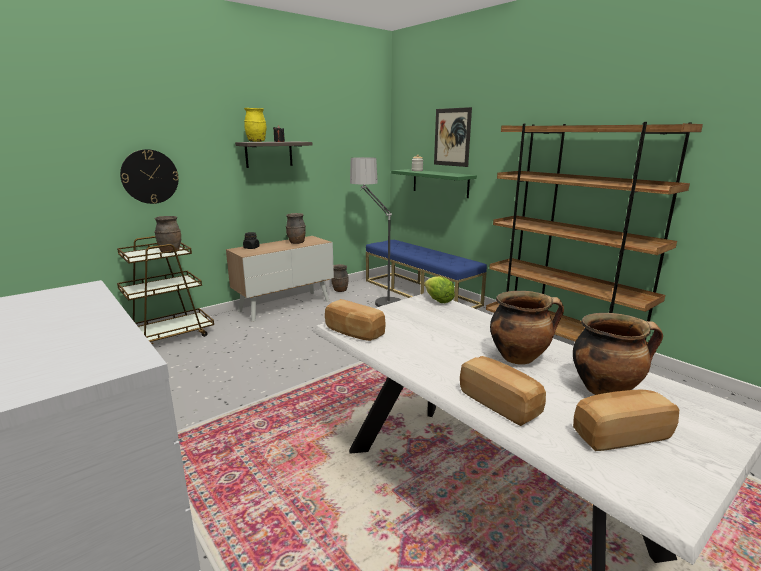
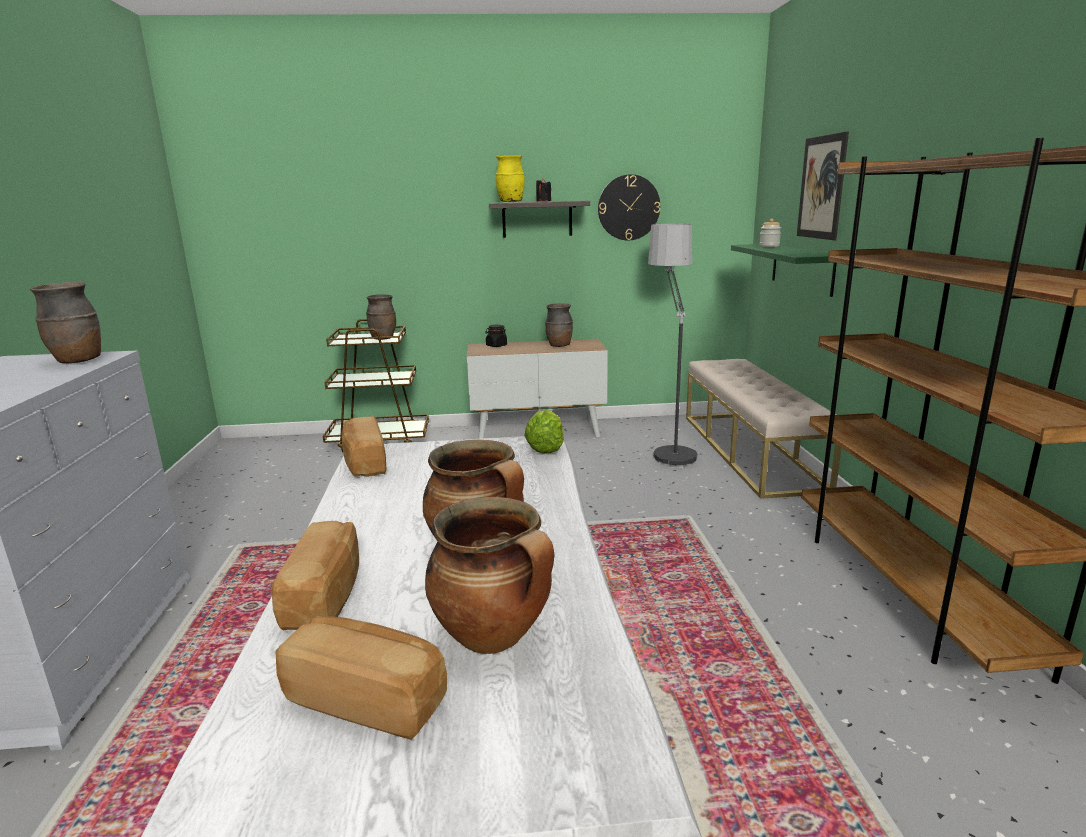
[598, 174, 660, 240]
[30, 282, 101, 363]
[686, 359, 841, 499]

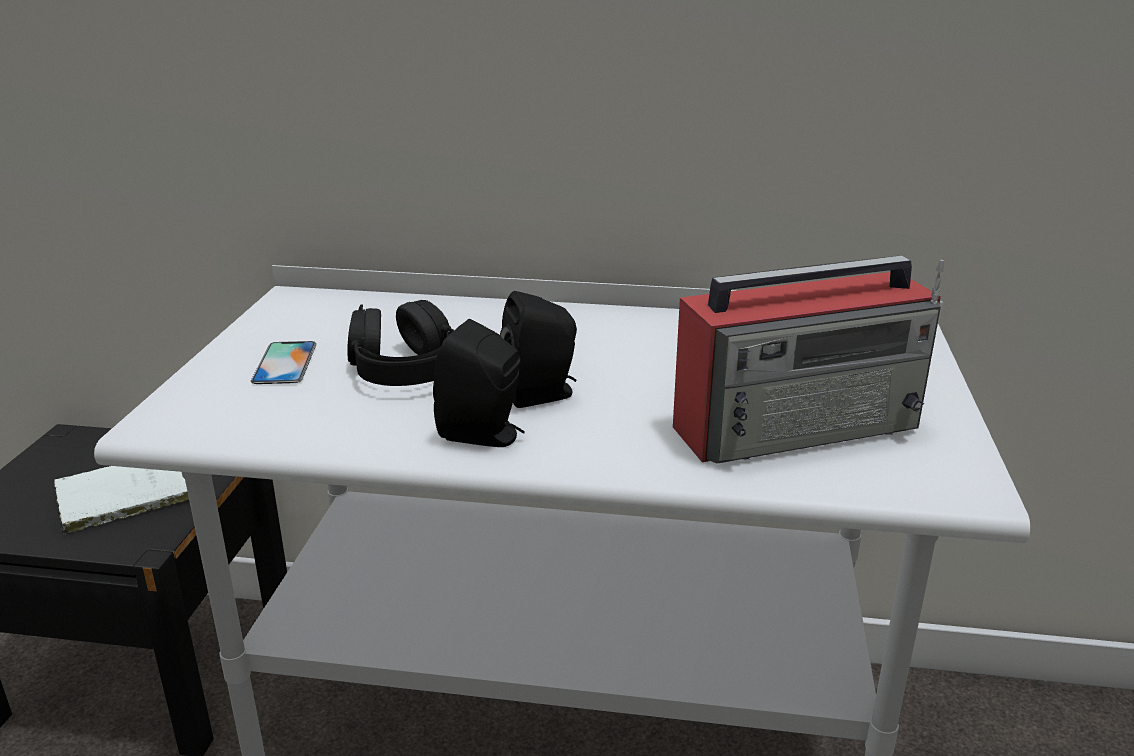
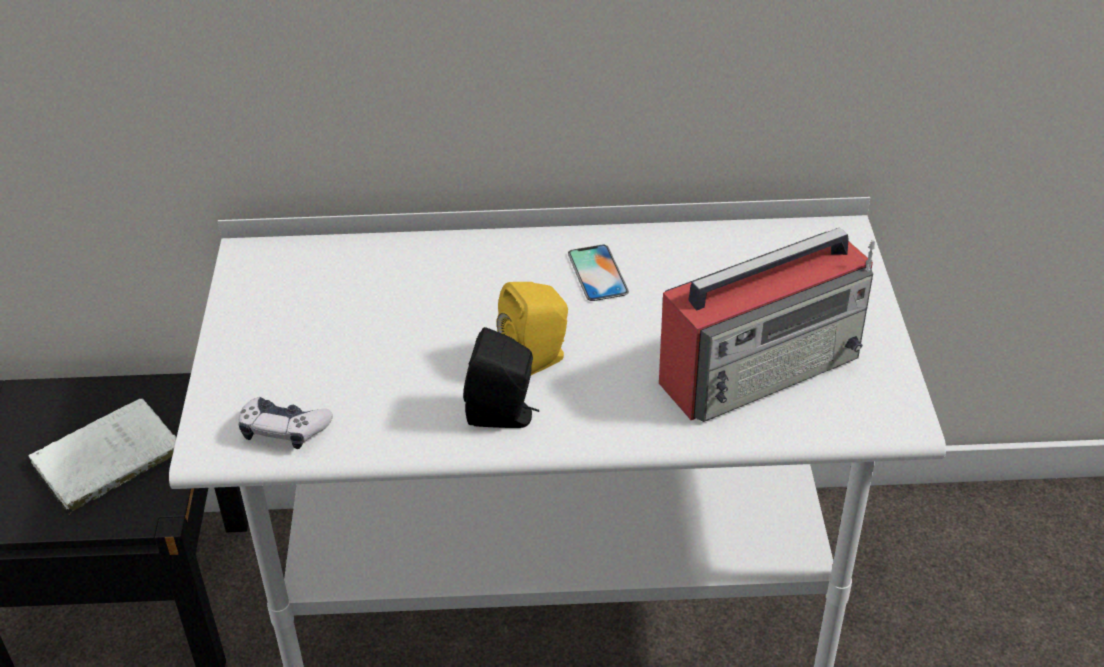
[568, 244, 629, 301]
[347, 300, 454, 386] (first image)
[497, 282, 568, 375]
[238, 397, 333, 449]

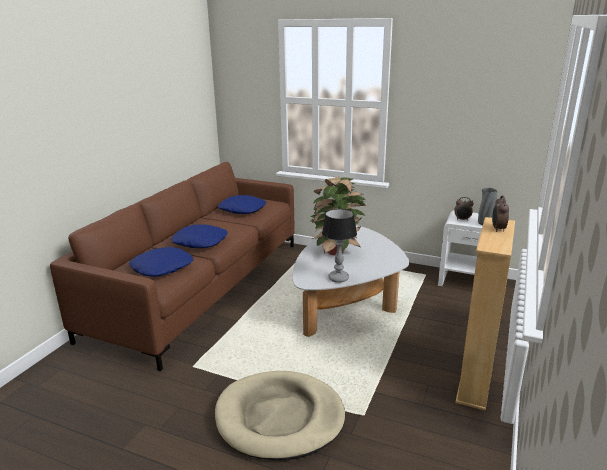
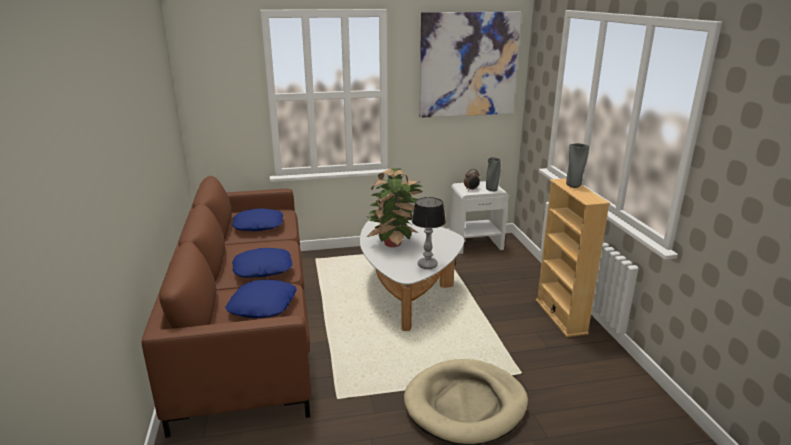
[566, 143, 589, 188]
[419, 12, 521, 118]

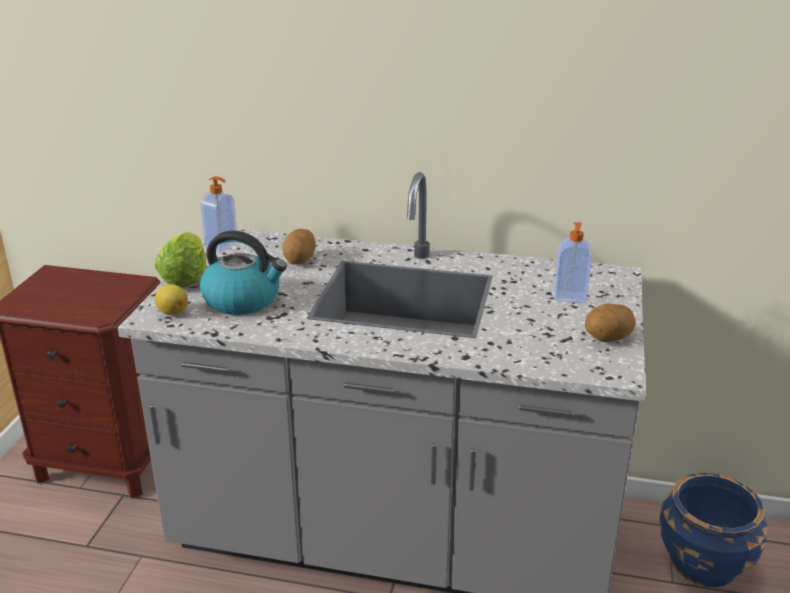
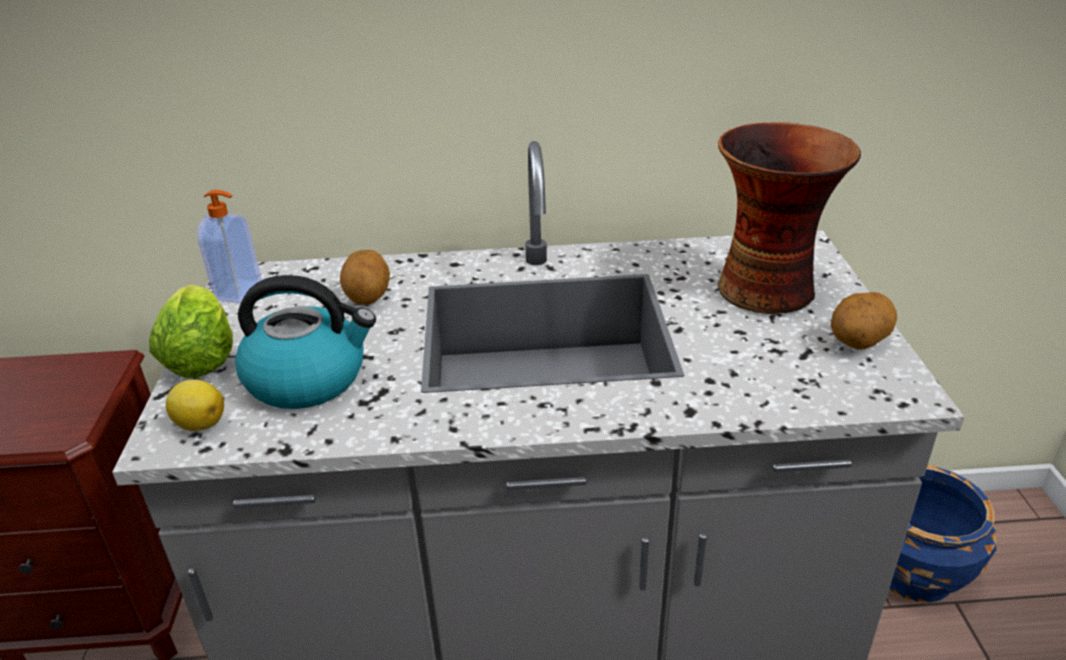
[718, 122, 861, 314]

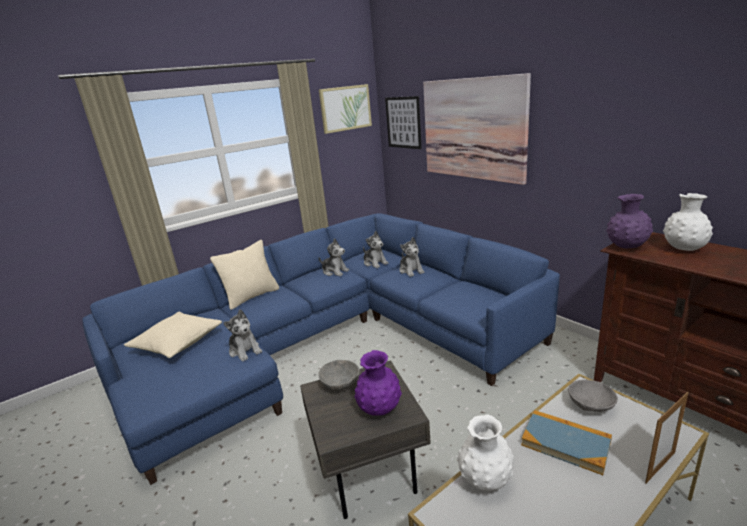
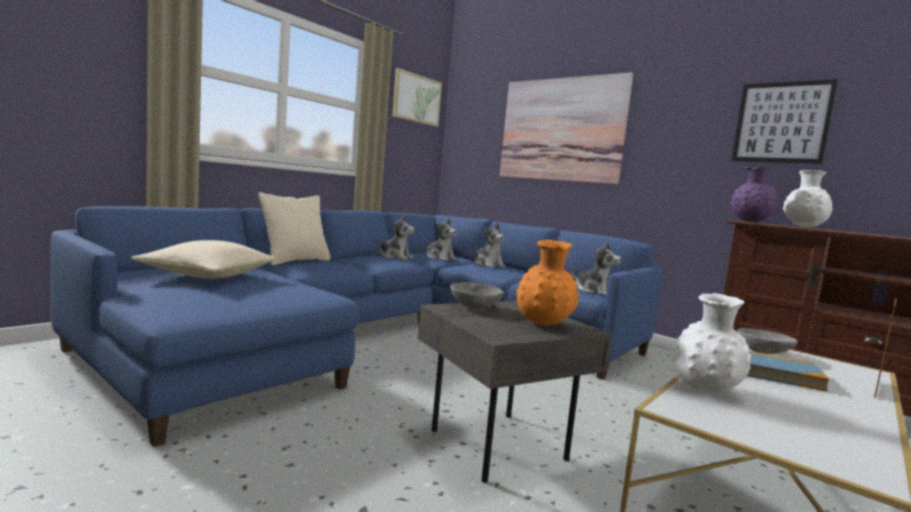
[572, 241, 622, 295]
[516, 240, 579, 325]
[732, 79, 838, 164]

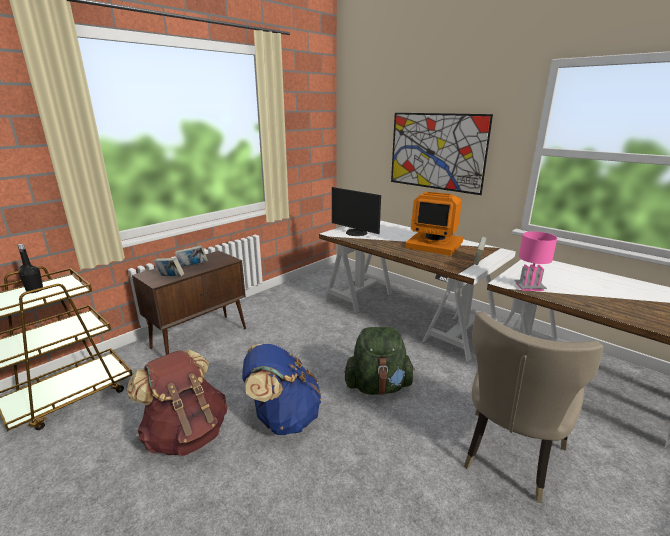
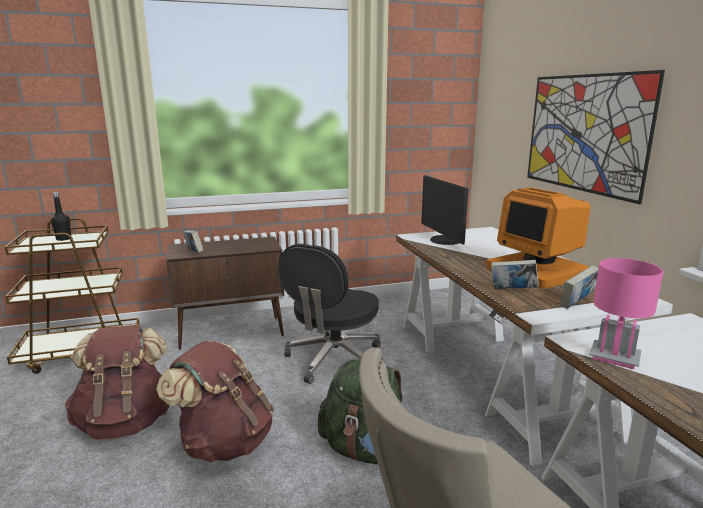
[491, 260, 539, 289]
[156, 341, 274, 463]
[278, 244, 381, 384]

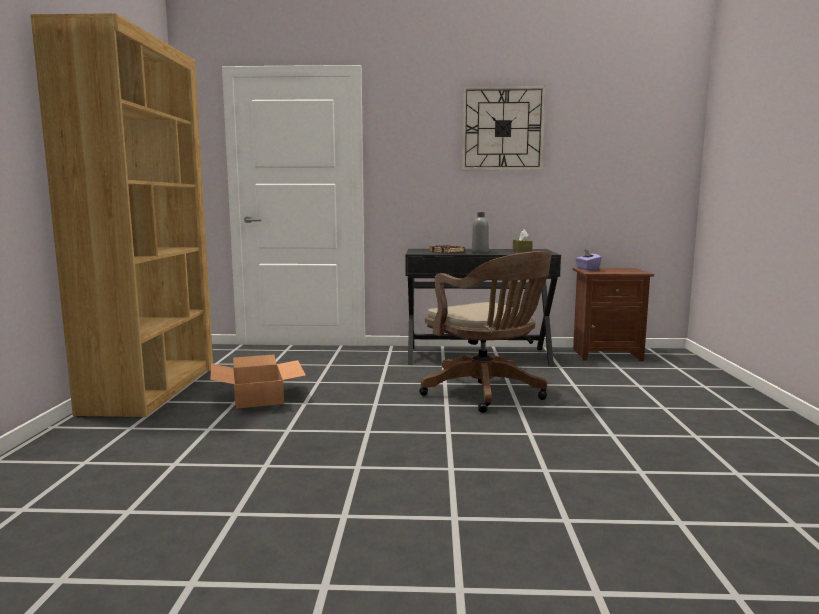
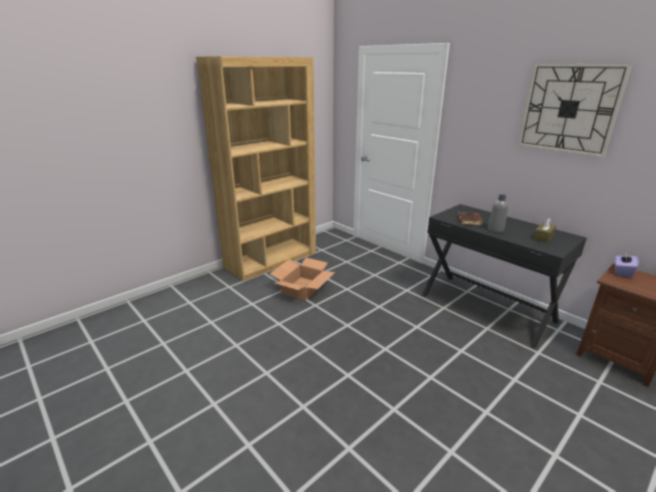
[419, 251, 551, 413] (first image)

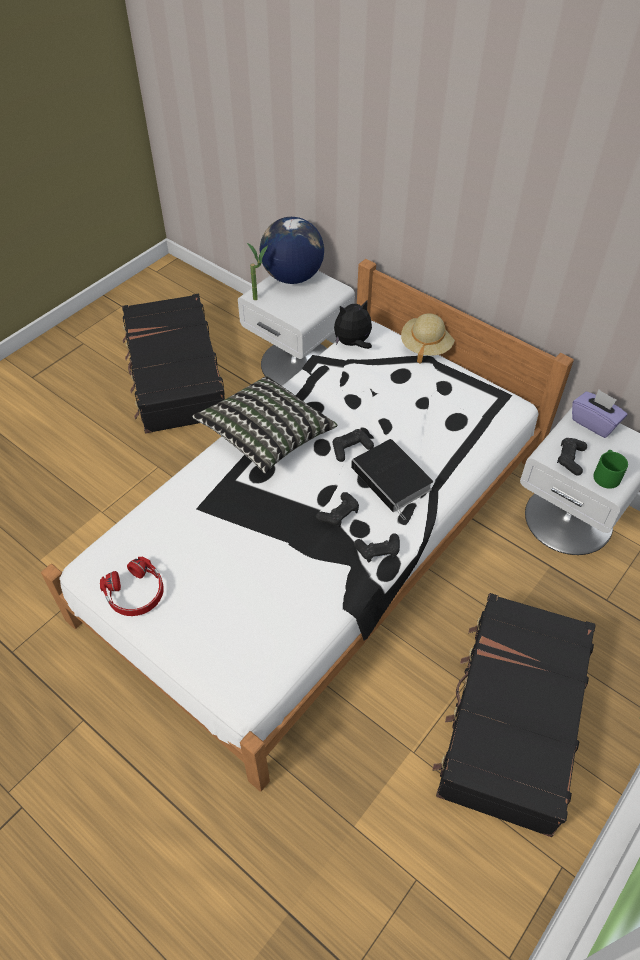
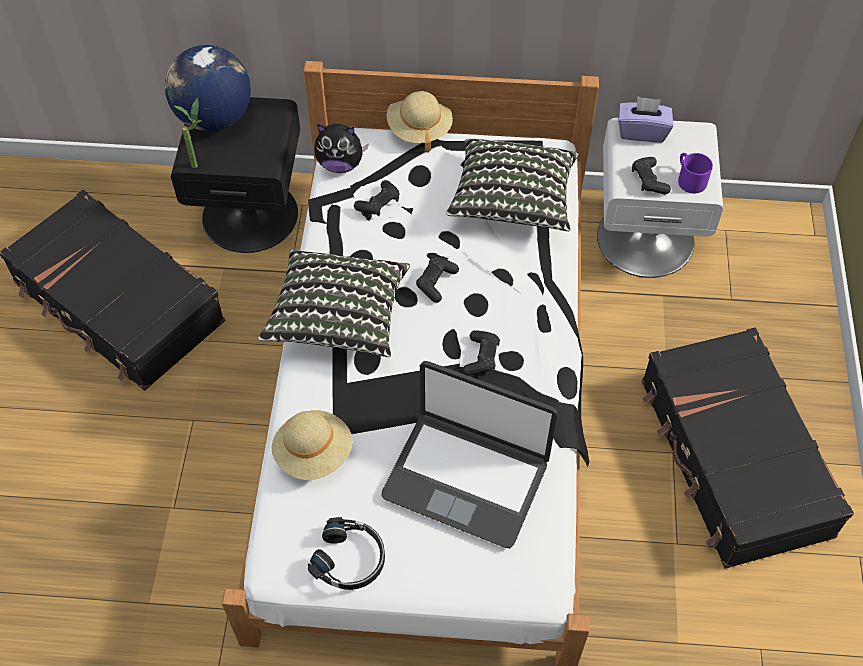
[308, 517, 385, 590]
[171, 97, 300, 253]
[314, 123, 369, 173]
[351, 439, 433, 520] (first image)
[354, 180, 399, 216]
[678, 153, 713, 194]
[272, 410, 353, 480]
[381, 361, 557, 548]
[446, 139, 579, 232]

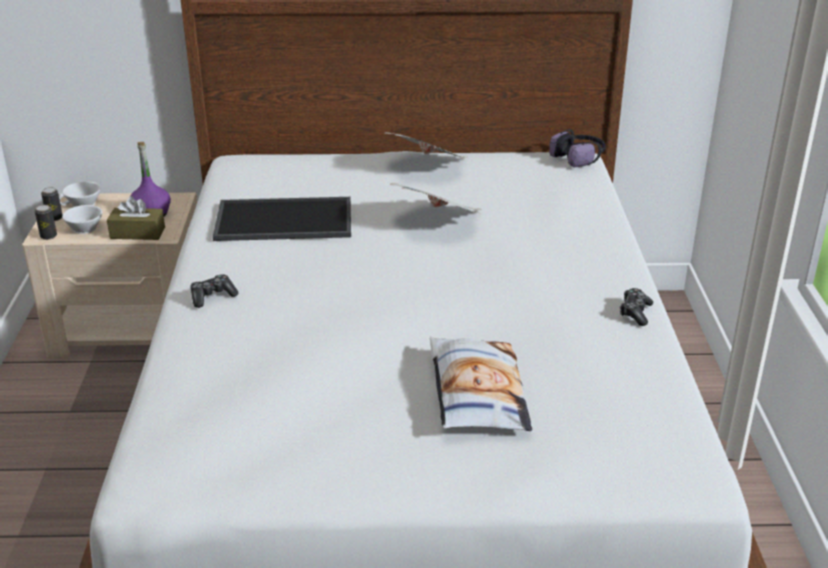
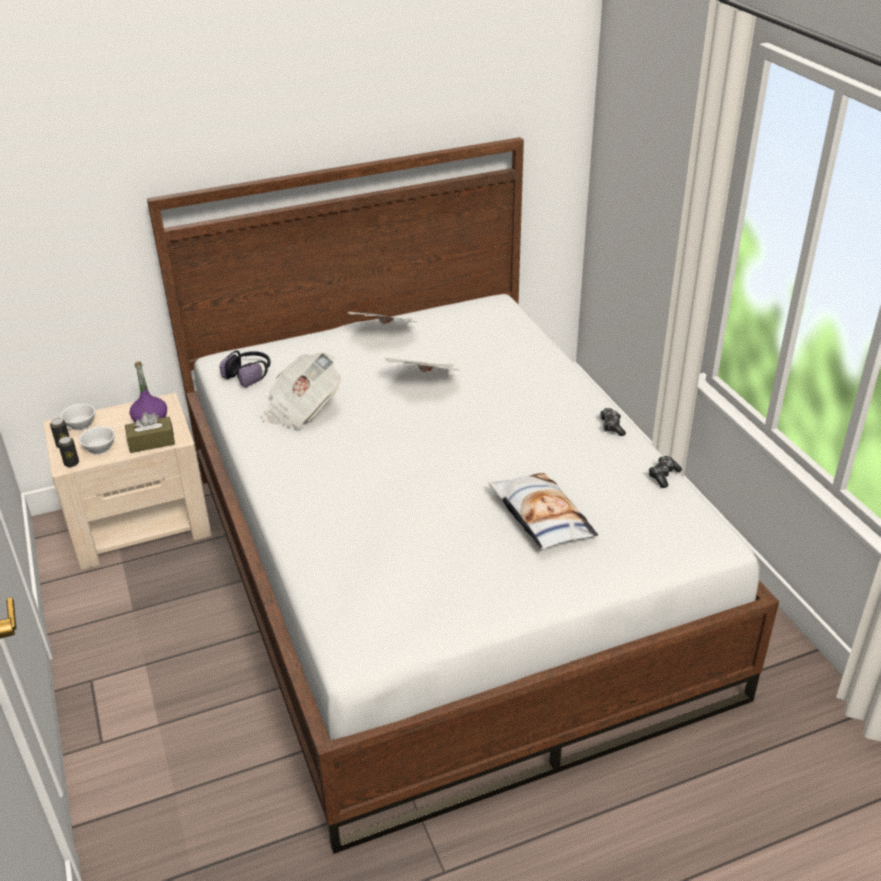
[649, 456, 682, 488]
[261, 352, 341, 428]
[220, 350, 271, 387]

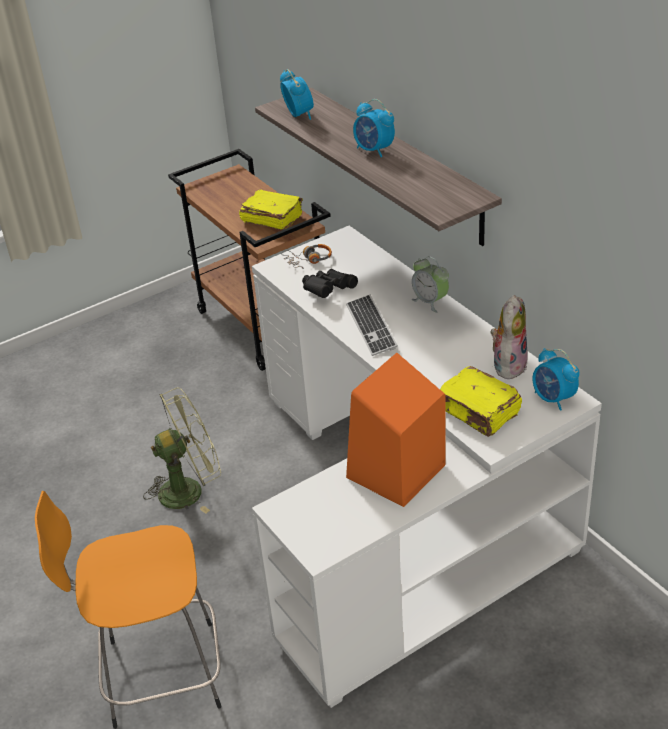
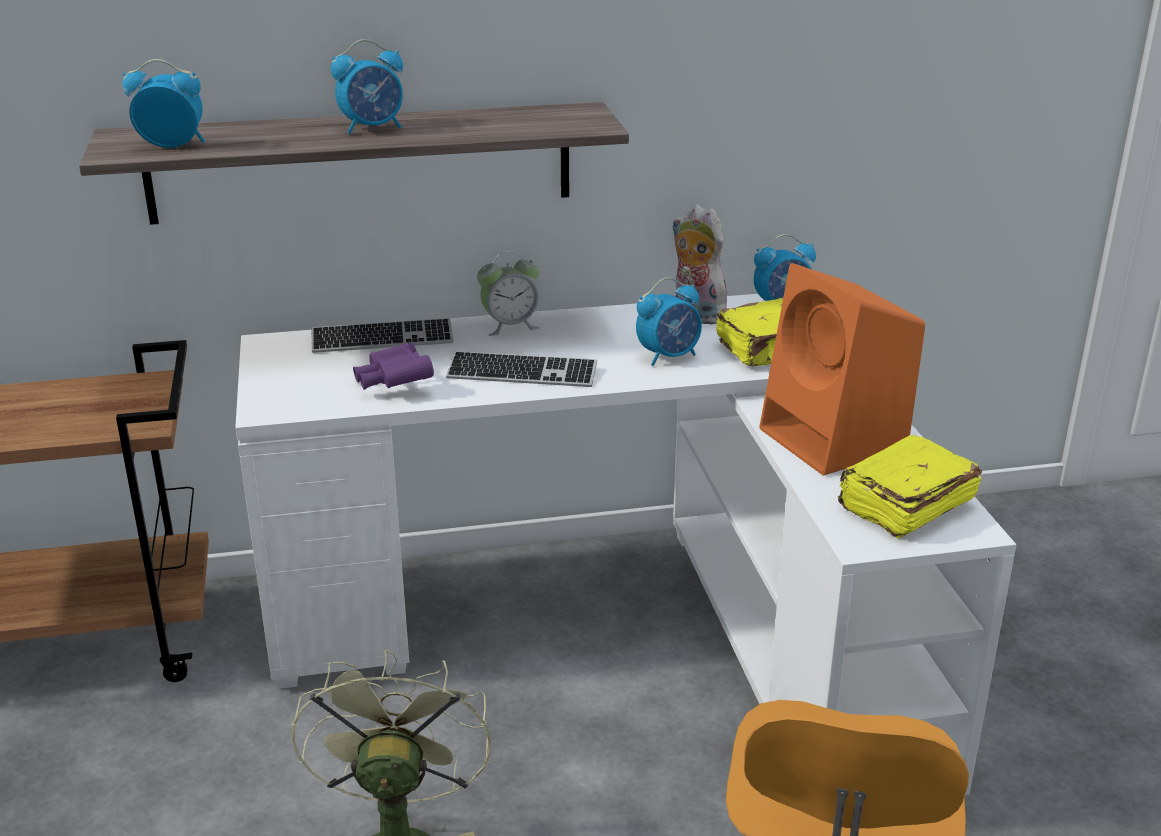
[838, 435, 982, 539]
[281, 244, 332, 269] (first image)
[353, 342, 434, 390]
[312, 318, 453, 353]
[636, 277, 702, 366]

